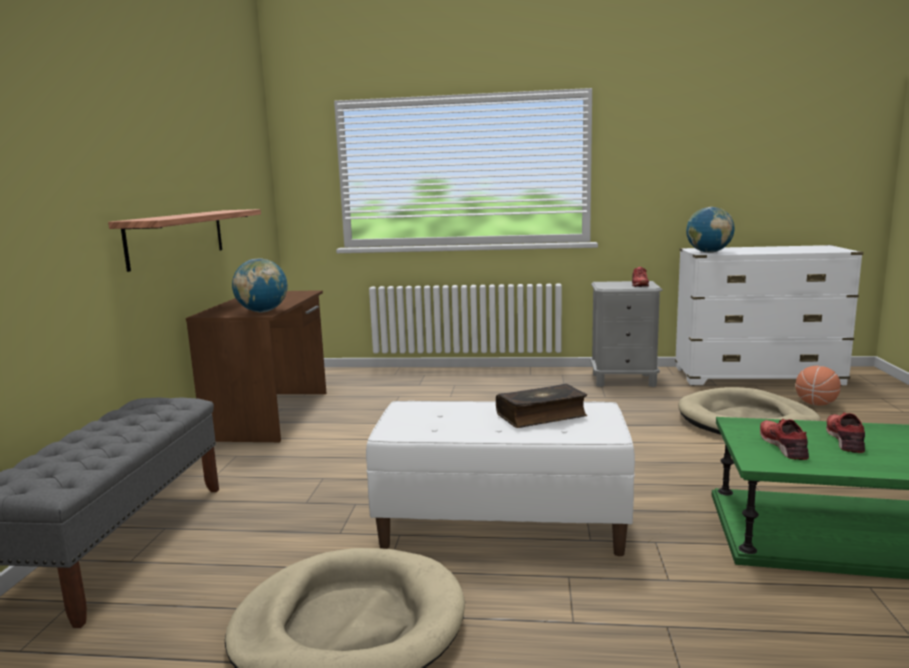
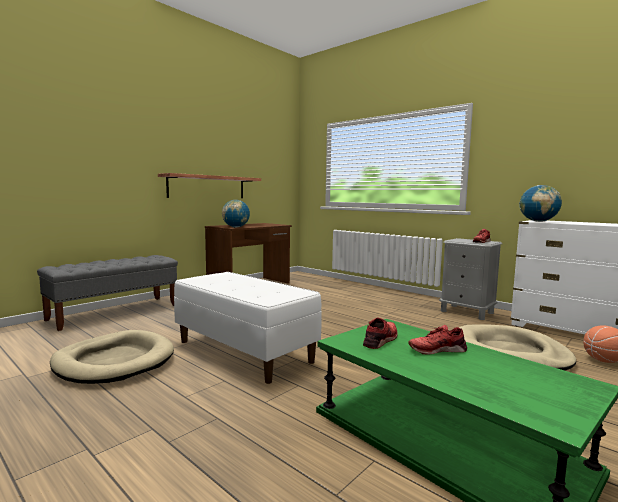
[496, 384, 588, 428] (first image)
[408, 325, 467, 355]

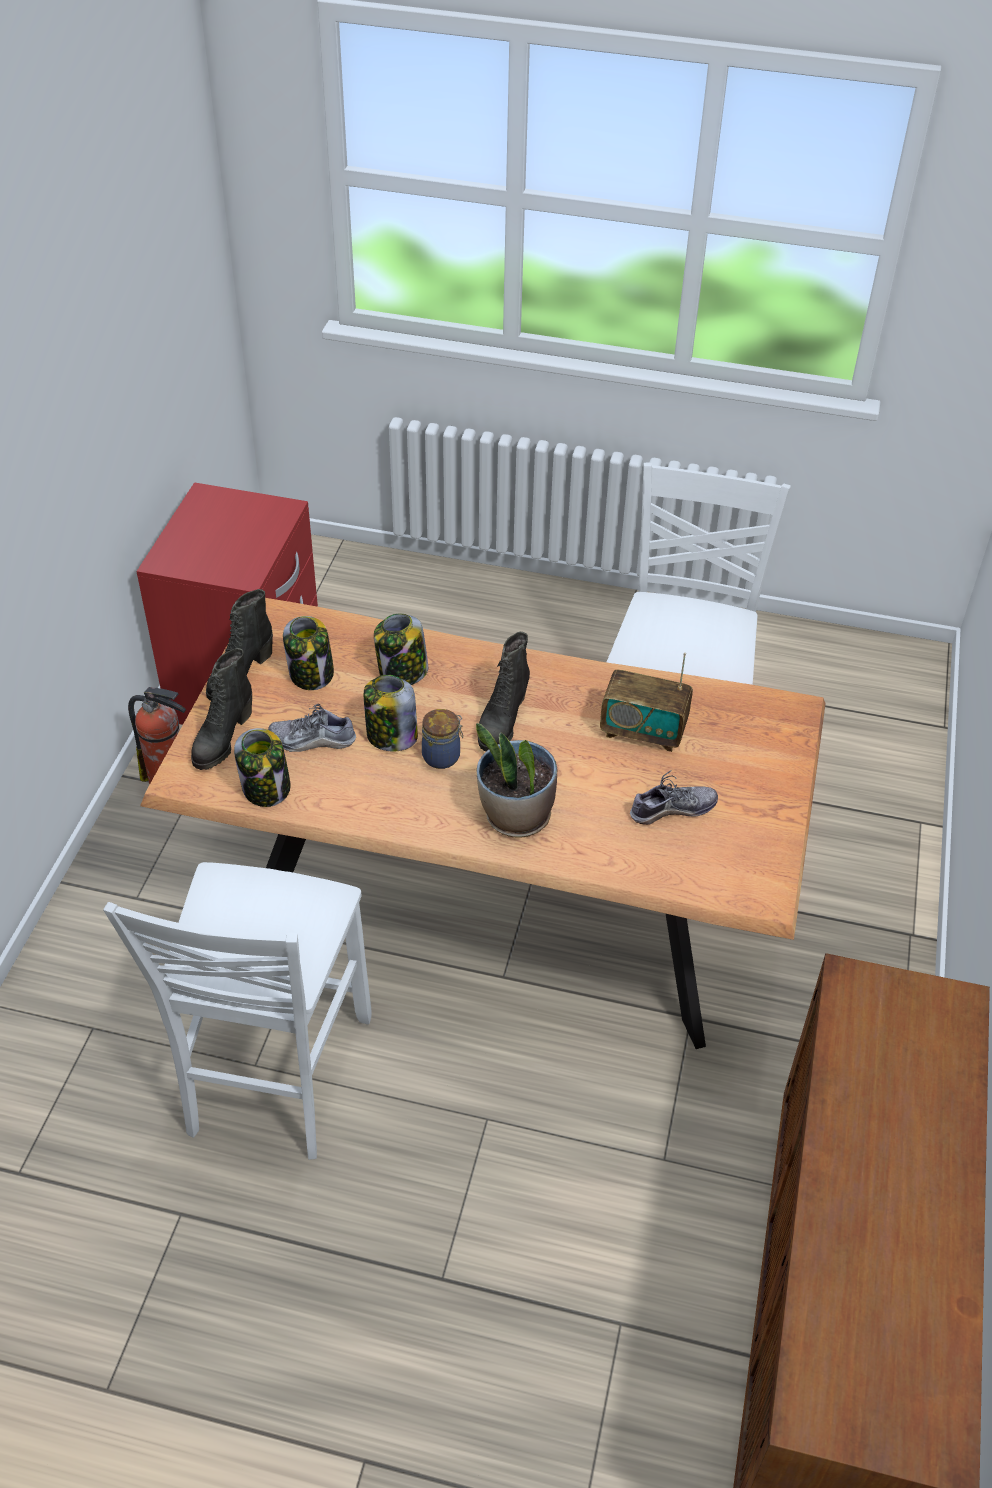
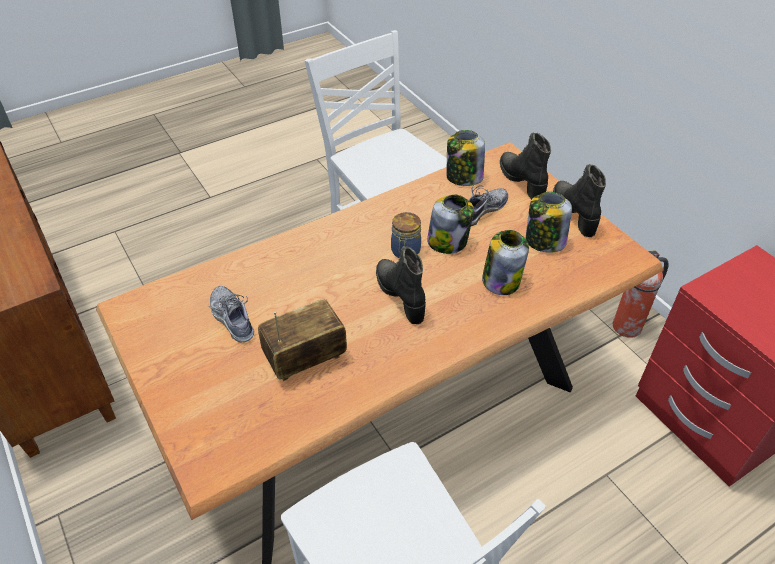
[476, 723, 557, 838] (first image)
[208, 286, 254, 342]

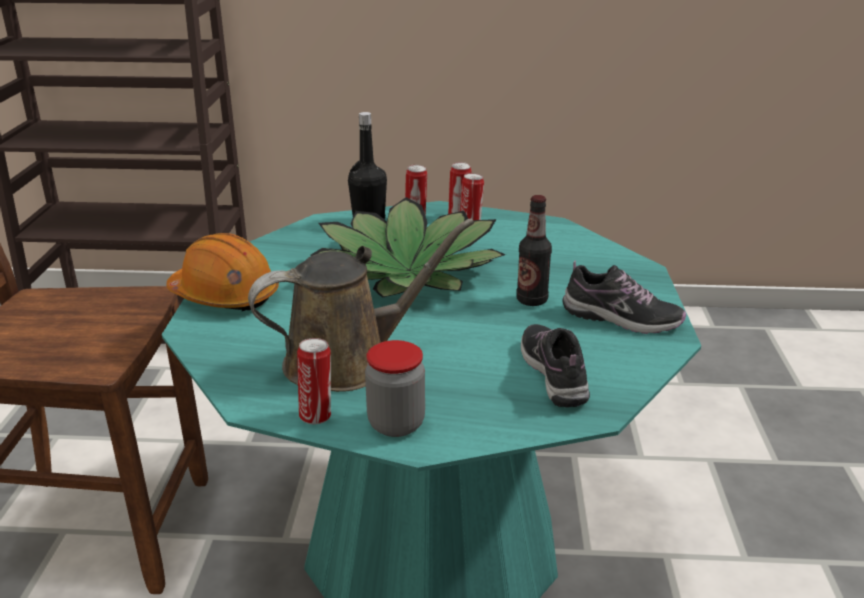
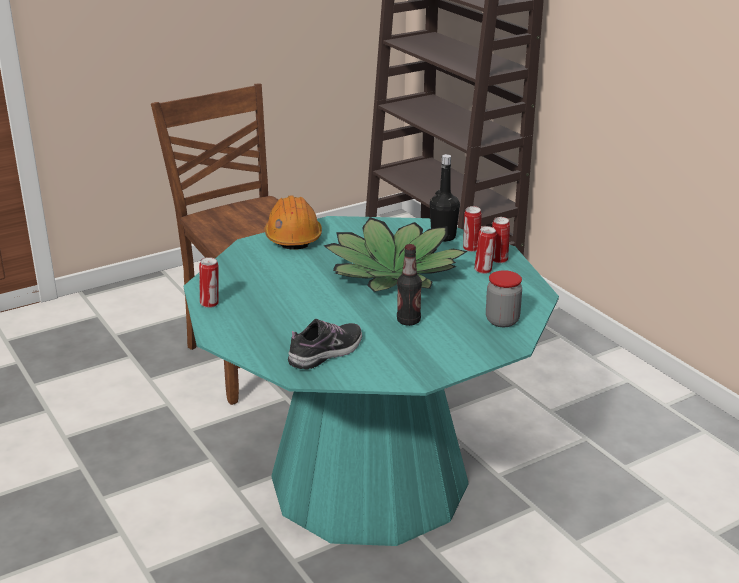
[248, 219, 474, 392] (first image)
[486, 270, 522, 327]
[563, 260, 686, 334] (first image)

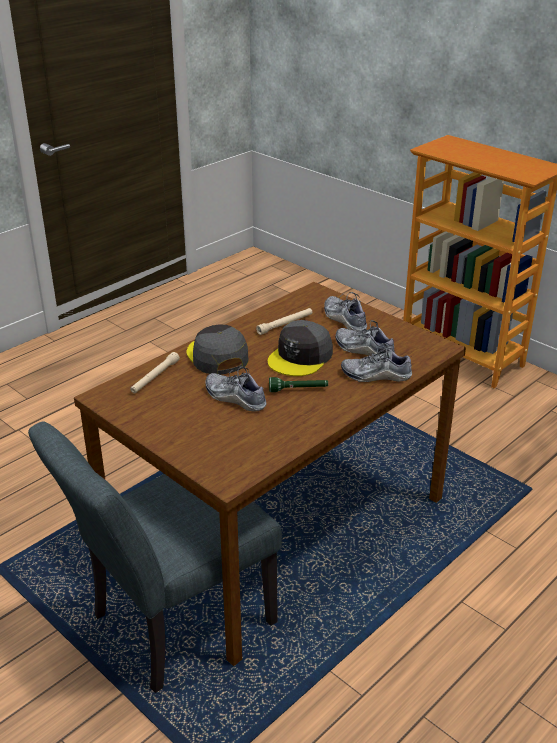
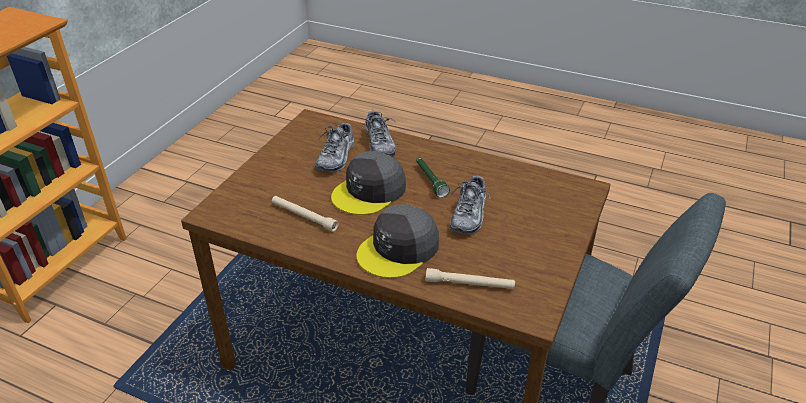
[331, 151, 406, 215]
[324, 292, 367, 331] (first image)

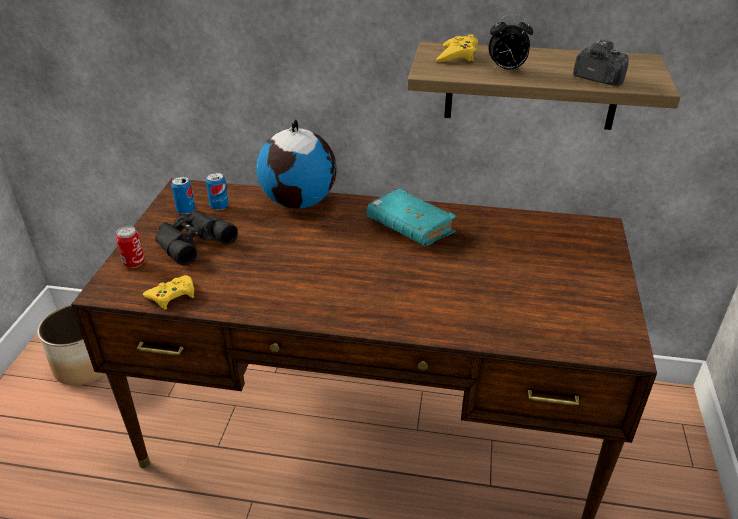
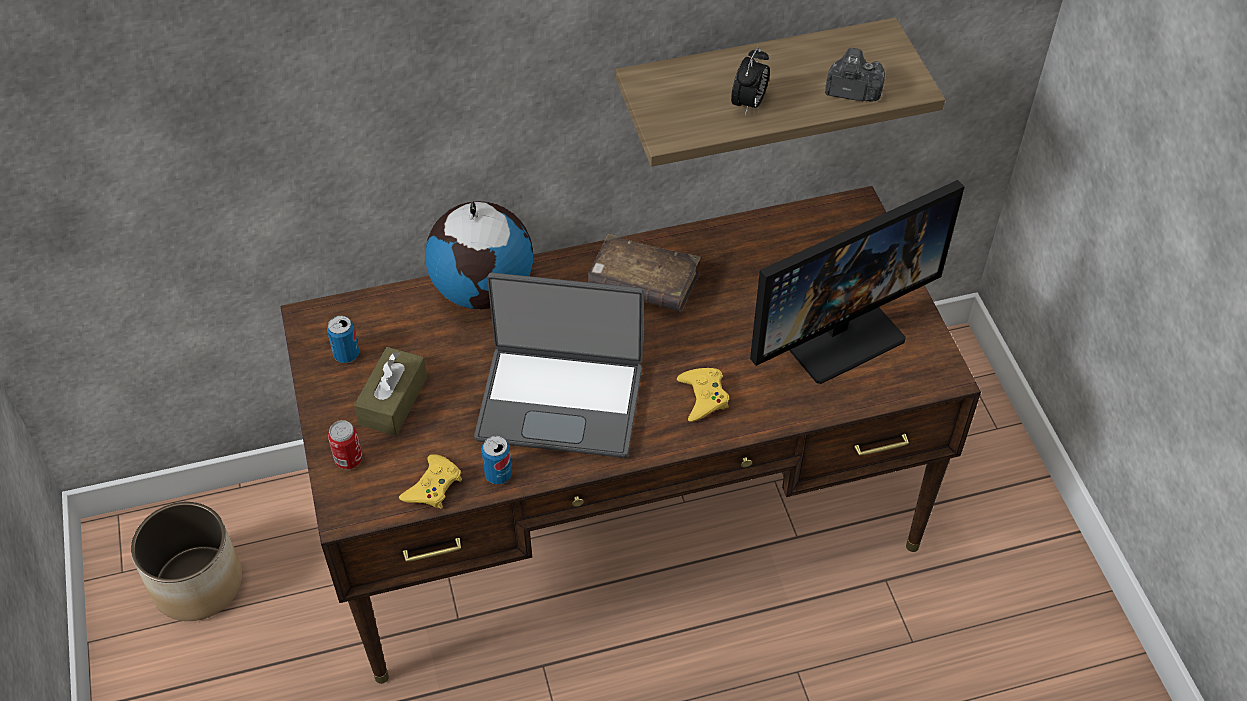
[354, 347, 427, 436]
[481, 436, 512, 484]
[588, 234, 700, 312]
[677, 368, 729, 422]
[731, 47, 770, 115]
[474, 273, 644, 458]
[750, 180, 965, 384]

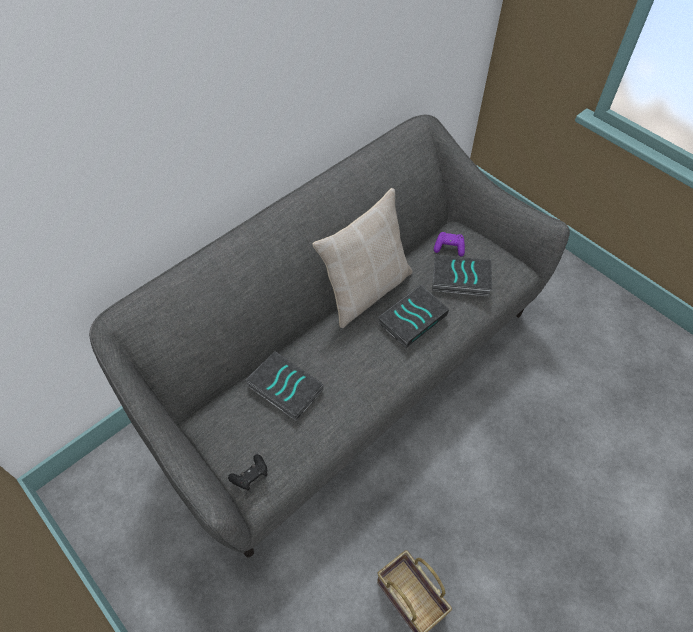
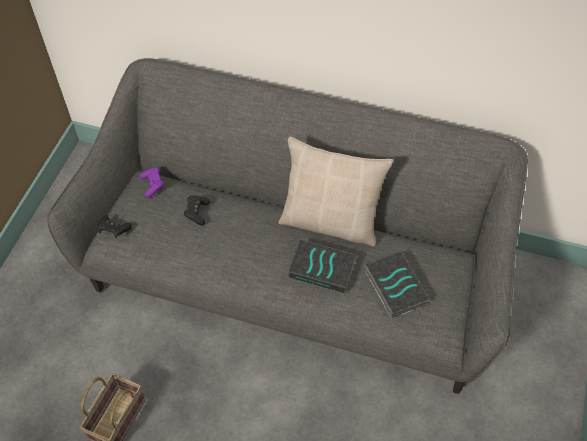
[184, 195, 210, 225]
[139, 167, 165, 198]

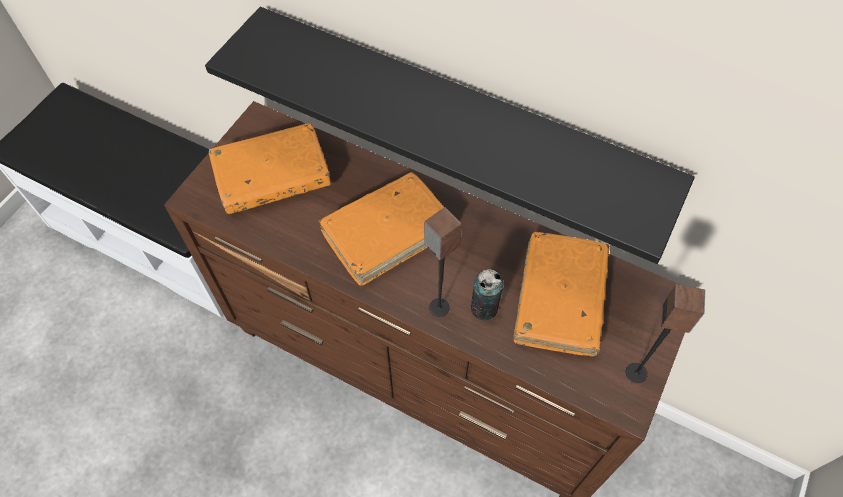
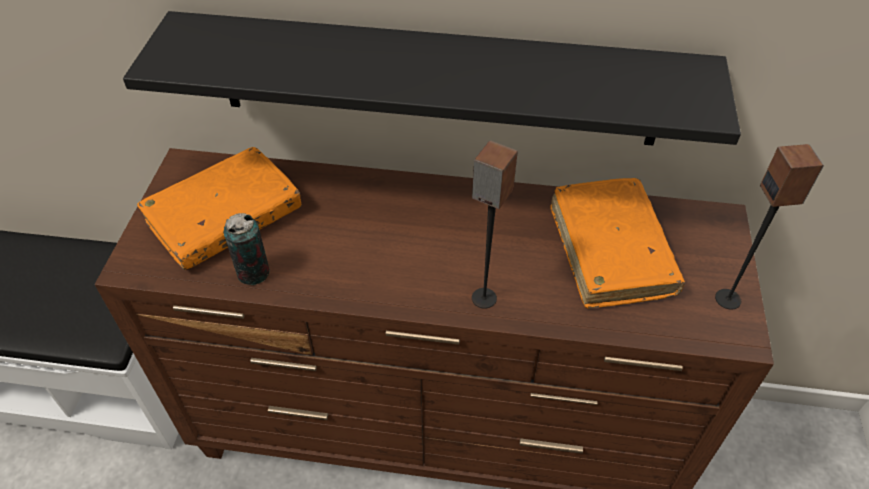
[319, 172, 444, 286] (first image)
[224, 213, 270, 285]

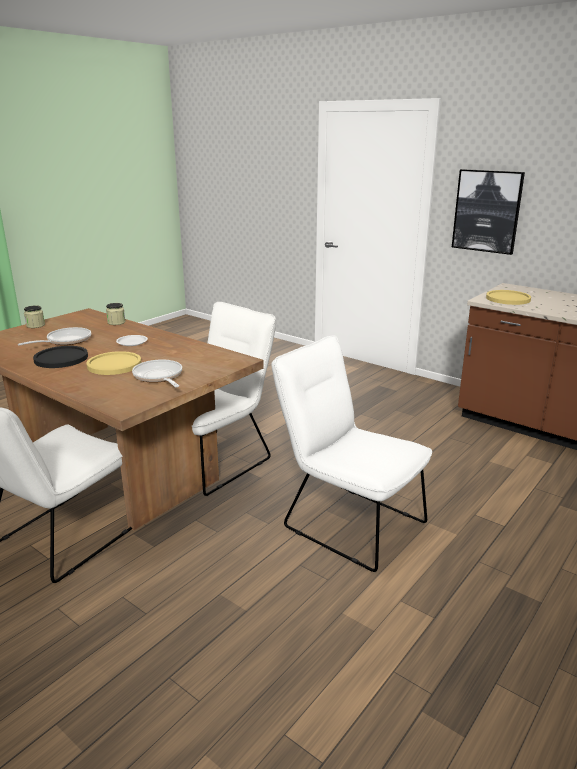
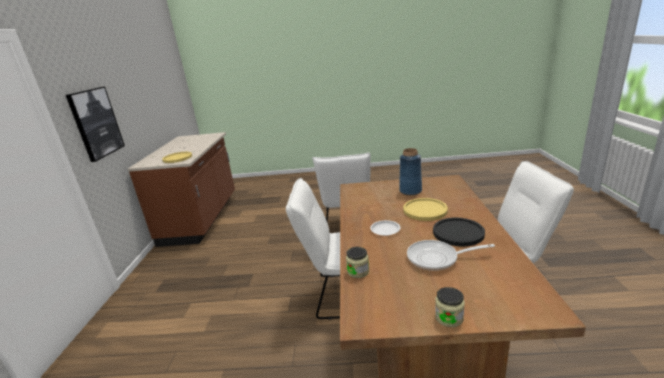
[399, 148, 422, 195]

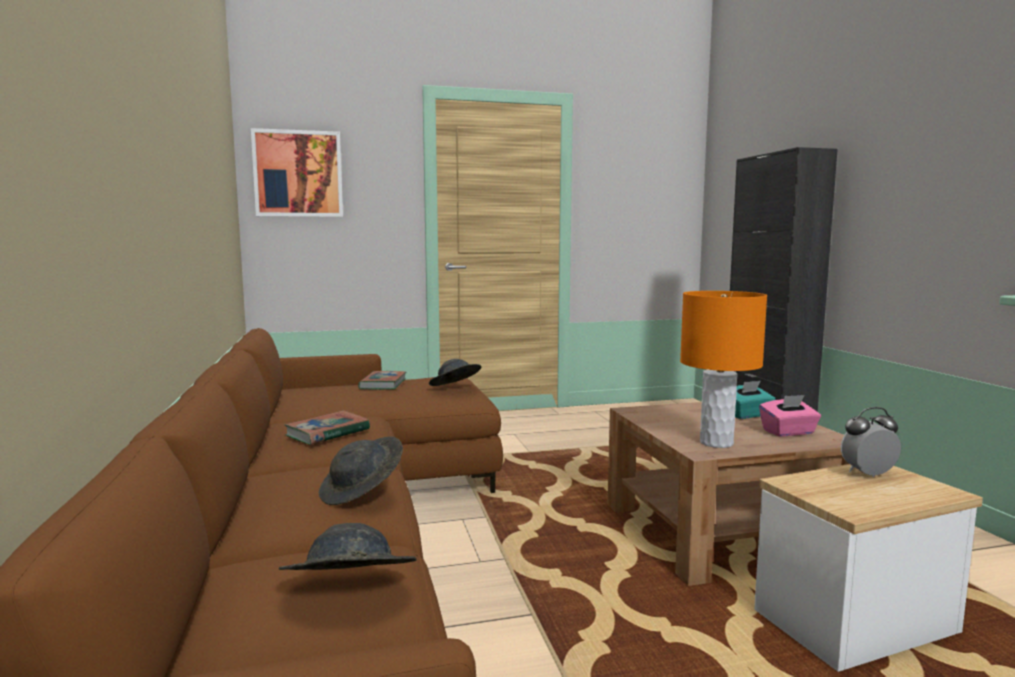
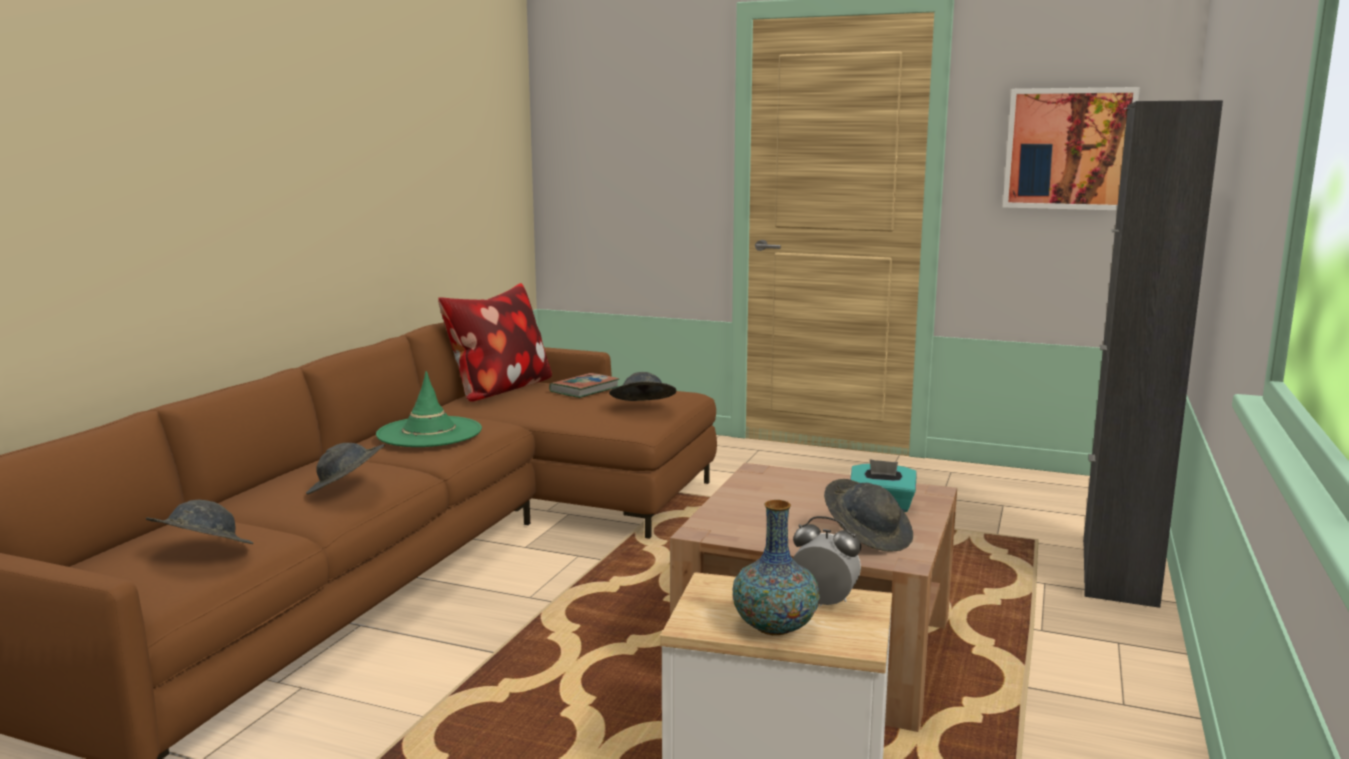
[1003, 87, 1140, 210]
[376, 371, 482, 447]
[680, 291, 767, 448] (first image)
[824, 479, 913, 551]
[438, 283, 552, 402]
[733, 500, 820, 635]

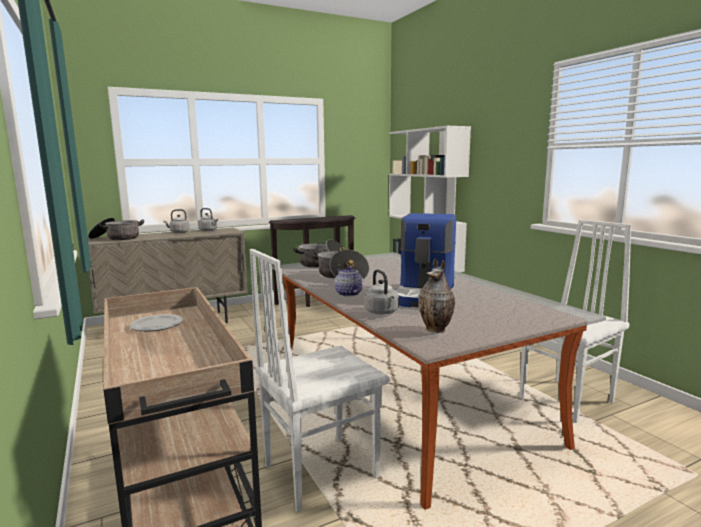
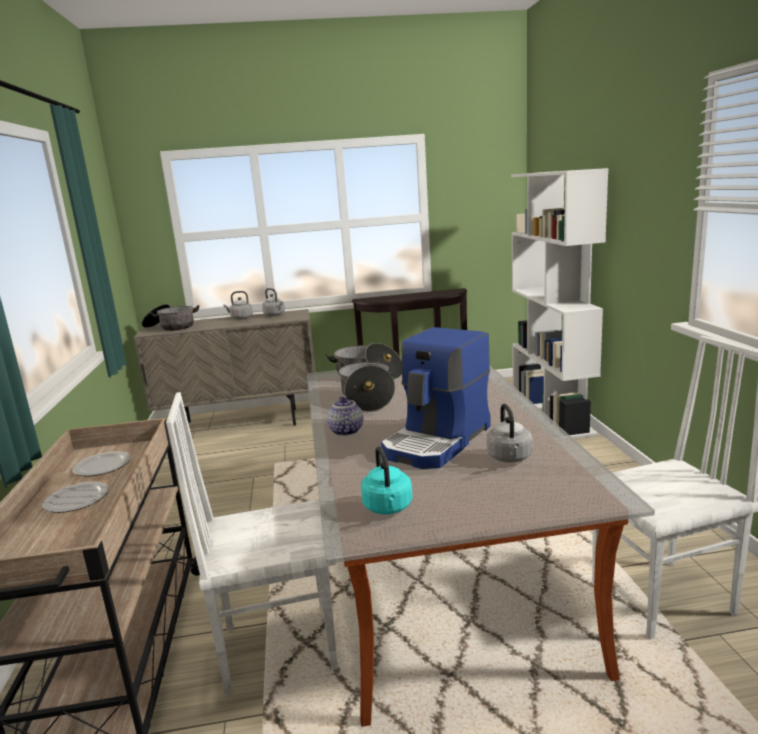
[487, 404, 532, 463]
[361, 446, 412, 515]
[43, 481, 109, 513]

